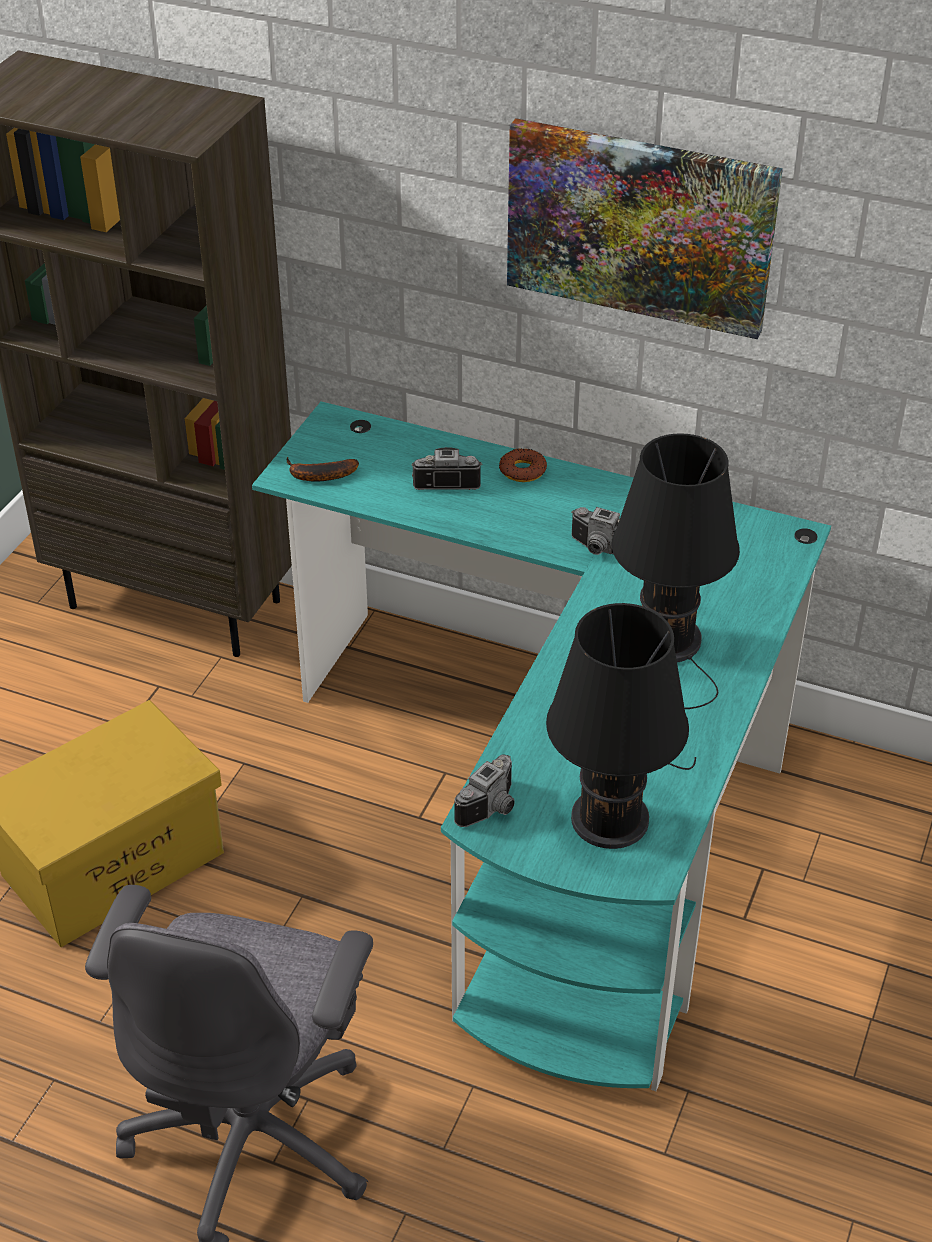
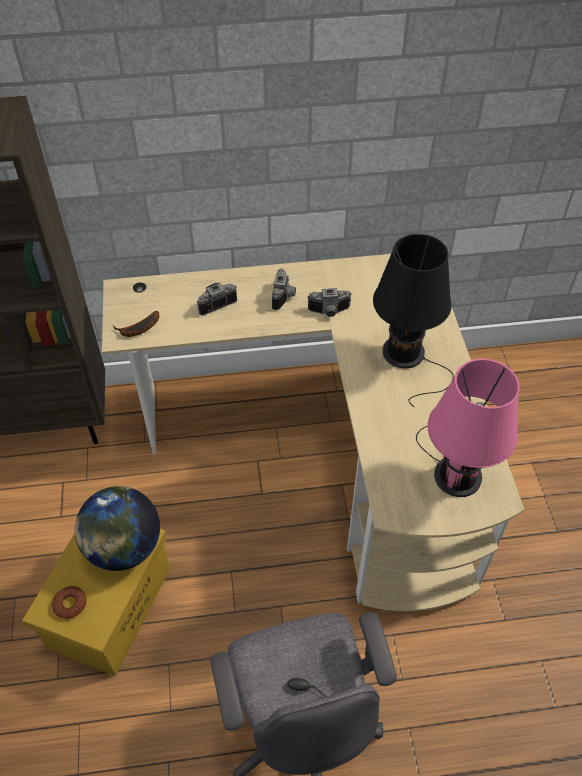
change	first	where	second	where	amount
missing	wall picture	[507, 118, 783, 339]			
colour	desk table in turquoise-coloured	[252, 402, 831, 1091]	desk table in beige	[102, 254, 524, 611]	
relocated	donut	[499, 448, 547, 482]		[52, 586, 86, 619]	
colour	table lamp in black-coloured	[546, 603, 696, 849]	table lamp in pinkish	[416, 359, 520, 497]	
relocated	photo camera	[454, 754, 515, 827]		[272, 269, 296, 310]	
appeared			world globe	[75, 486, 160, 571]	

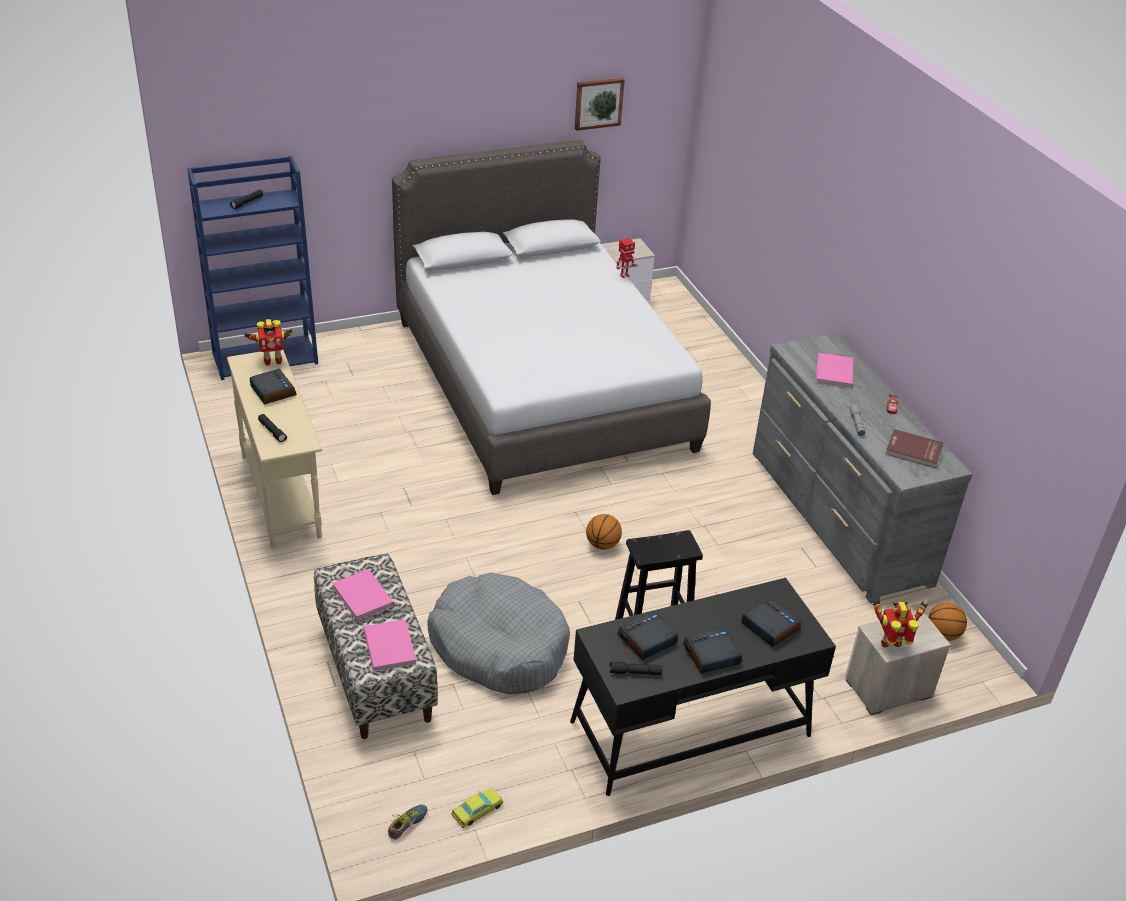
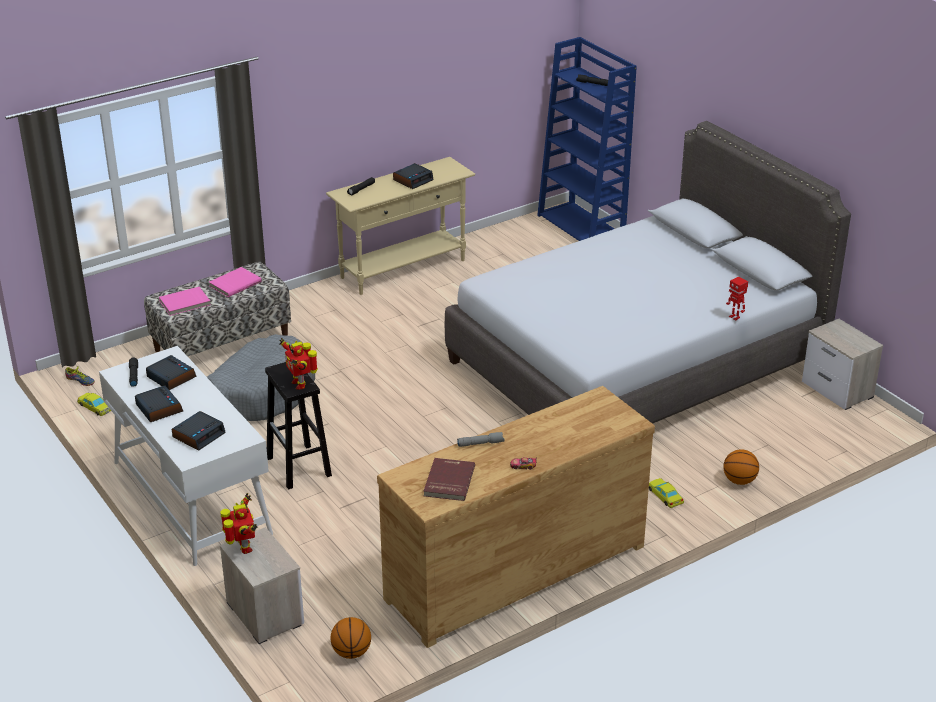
change	first	where	second	where	amount
missing	wall picture	[575, 78, 625, 131]			
relocated	toy robot	[244, 319, 292, 366]		[279, 338, 318, 390]	
colour	chest of drawers in greyish	[753, 333, 973, 604]	chest of drawers in brown	[377, 386, 655, 648]	
missing	volume in pinkish	[816, 353, 854, 388]			
relocated	basketball	[586, 514, 622, 550]		[724, 449, 759, 485]	
colour	desk table in black-coloured	[570, 578, 836, 796]	desk table in white	[99, 346, 273, 566]	
appeared			model car in yellow-coloured	[649, 478, 684, 508]	

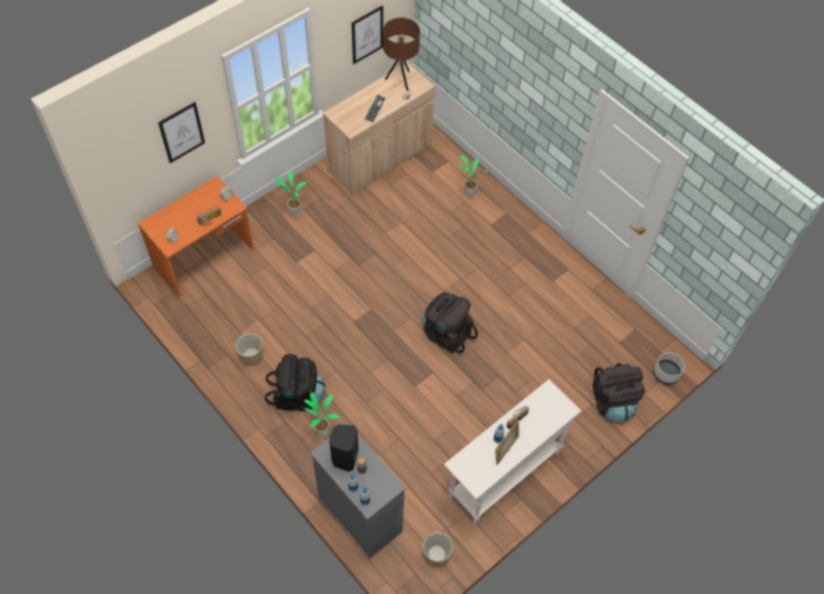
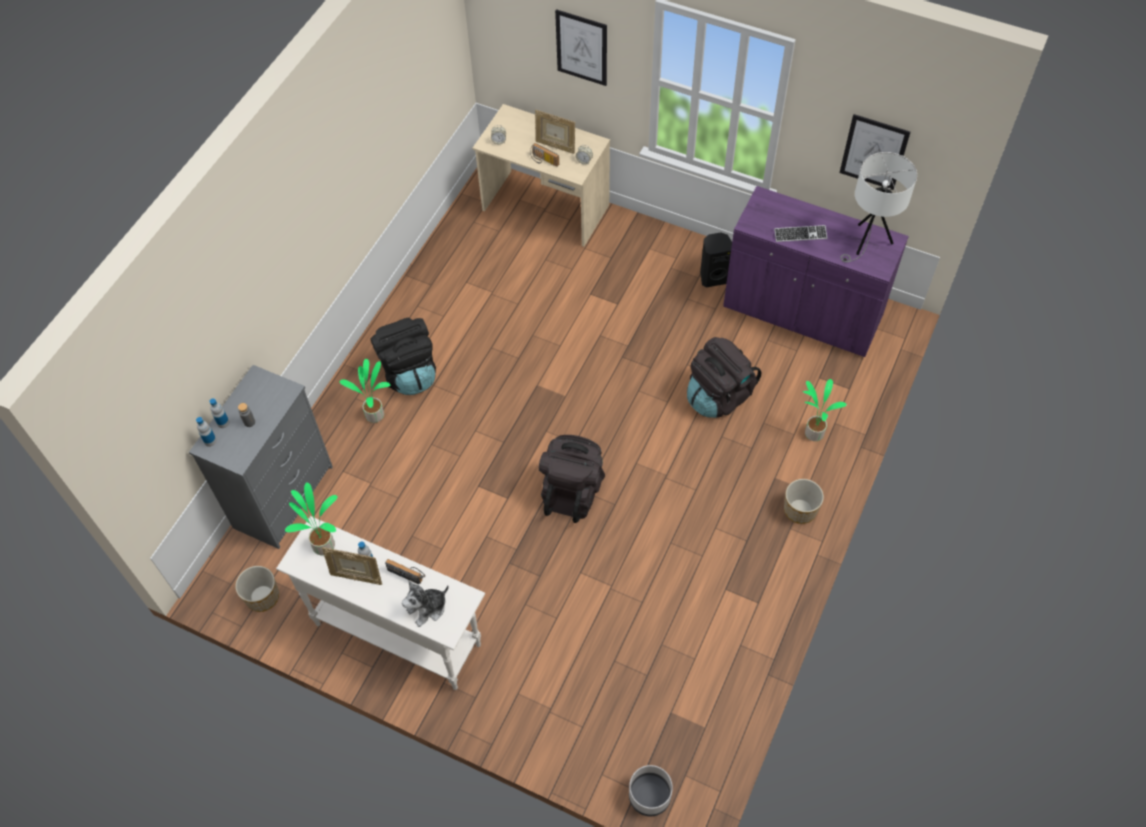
change	first	where	second	where	amount
colour	table lamp in brown	[383, 18, 420, 99]	table lamp in white	[840, 152, 917, 262]	
colour	cupboard in beige	[323, 62, 435, 195]	cupboard in purple-coloured	[723, 186, 909, 357]	
relocated	houseplant	[275, 171, 306, 216]		[285, 482, 337, 556]	
colour	desk table in orangey	[138, 176, 254, 297]	desk table in beige	[473, 104, 610, 247]	
relocated	flower pot	[235, 333, 263, 366]		[784, 479, 824, 524]	
relocated	rucksack in black-coloured	[592, 363, 645, 422]		[687, 337, 761, 418]	
relocated	audio speaker in black-coloured	[329, 424, 359, 472]		[700, 233, 732, 287]	
appeared			picture frame	[535, 110, 575, 154]	
appeared			plush toy	[402, 581, 449, 627]	

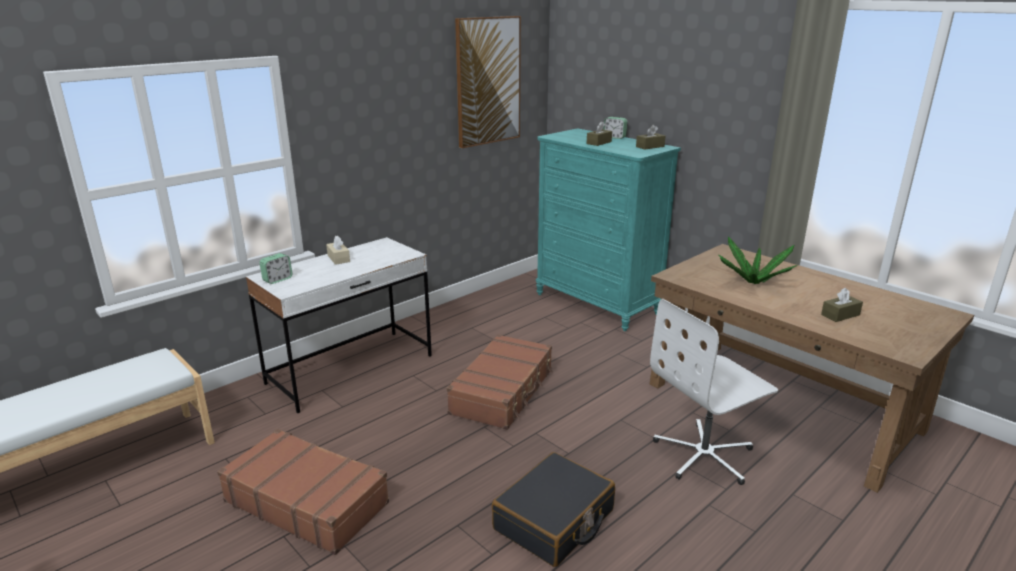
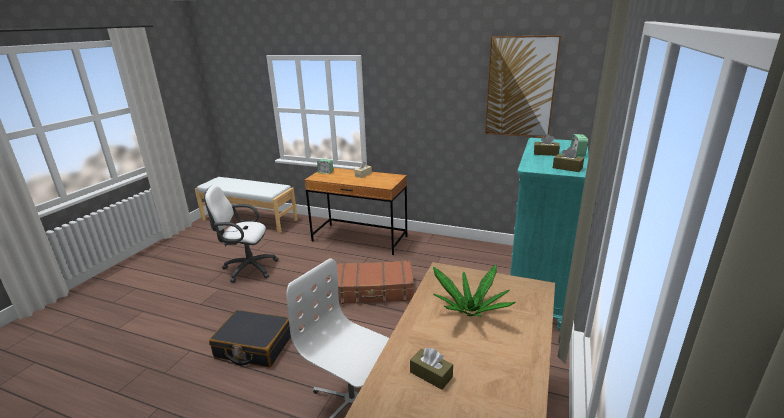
change	first	where	second	where	amount
colour	desk table in white	[246, 237, 432, 413]	desk table in brown	[305, 168, 407, 255]	
exchanged	travel case in brown	[217, 429, 389, 555]	office chair in white	[204, 186, 278, 283]	

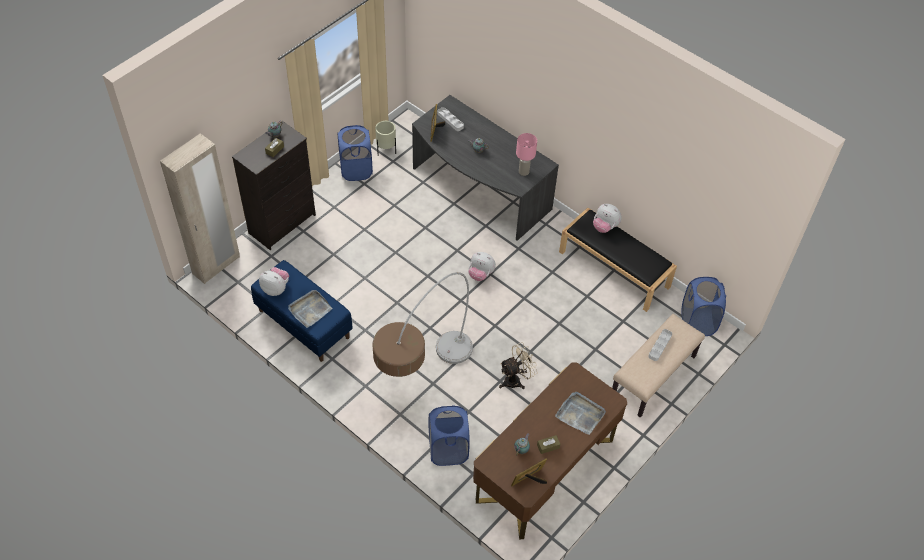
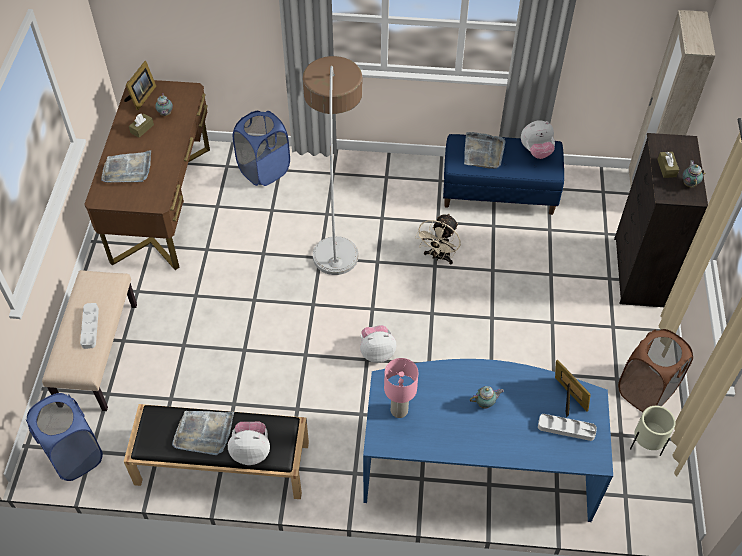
change	first	where	second	where	amount
colour	desk table in greyish	[412, 95, 559, 241]	desk table in bluish	[363, 359, 613, 522]	
colour	washing basket in bluish	[338, 125, 373, 181]	washing basket in brown	[618, 329, 693, 412]	
relocated	fan in beige	[499, 343, 538, 389]		[415, 213, 461, 264]	
appeared			carrying tray in greyish	[172, 411, 234, 455]	

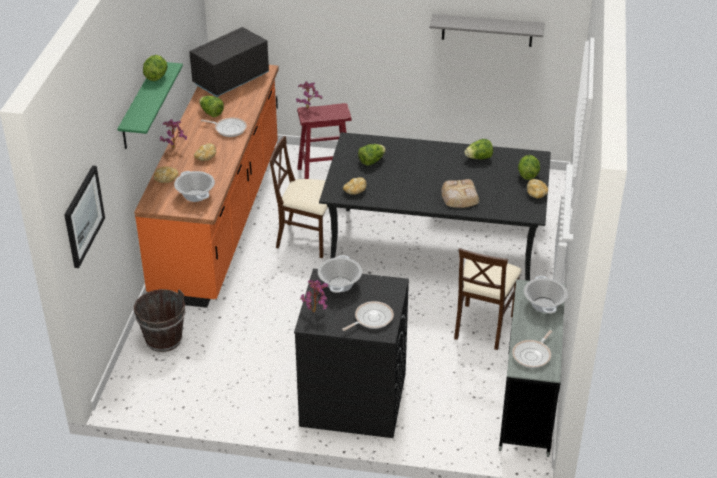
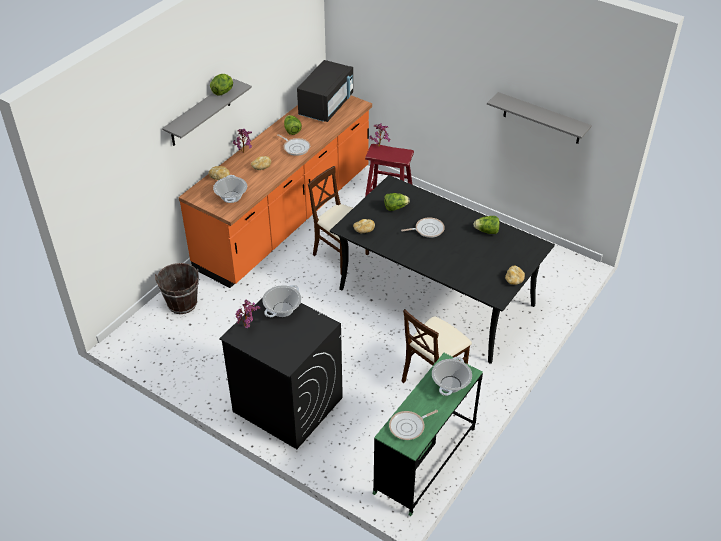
change	first	where	second	where	amount
spun	microwave oven in black-coloured	[189, 27, 269, 97]		[297, 60, 353, 122]	135 degrees clockwise
colour	wall shelf in green-coloured	[117, 62, 183, 149]	wall shelf in greyish	[162, 79, 252, 146]	
missing	head of lettuce	[518, 155, 540, 180]			
missing	wall picture	[64, 166, 105, 268]			
missing	baked bread	[441, 179, 479, 208]			
colour	desk table in greyish	[499, 279, 566, 457]	desk table in green-coloured	[373, 353, 483, 516]	
relocated	pan	[342, 301, 394, 331]		[401, 217, 445, 238]	

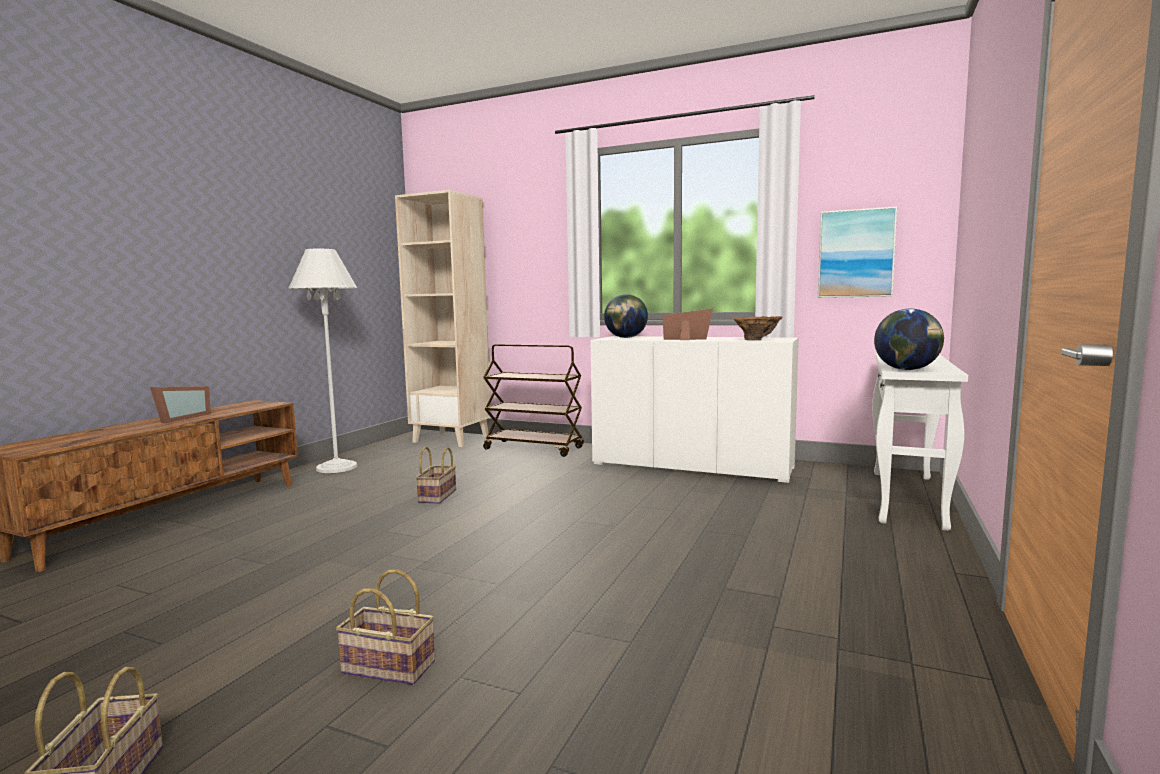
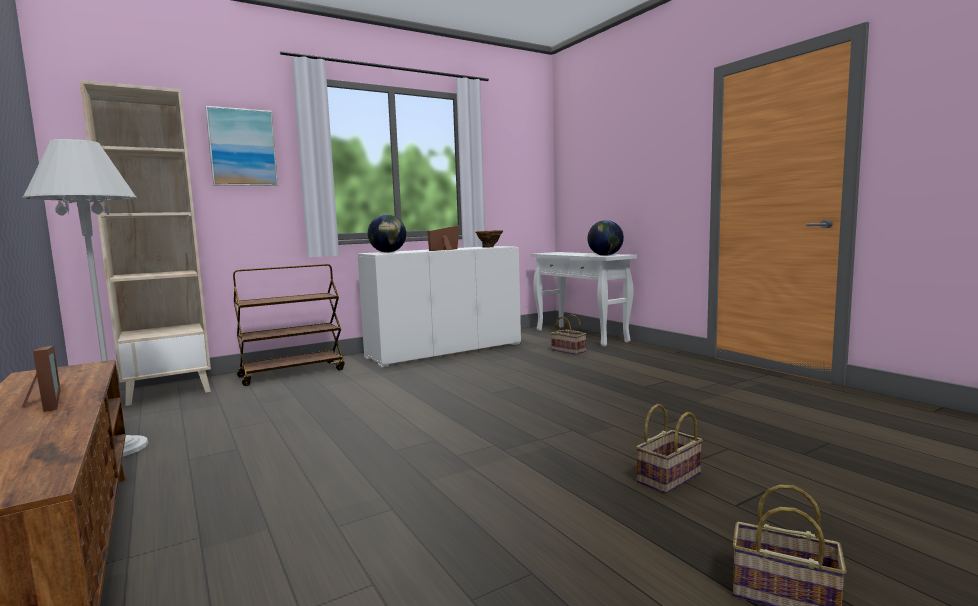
change	first	where	second	where	amount
relocated	wall picture	[818, 206, 897, 298]		[205, 106, 278, 186]	
relocated	basket	[416, 446, 456, 504]		[551, 314, 586, 355]	

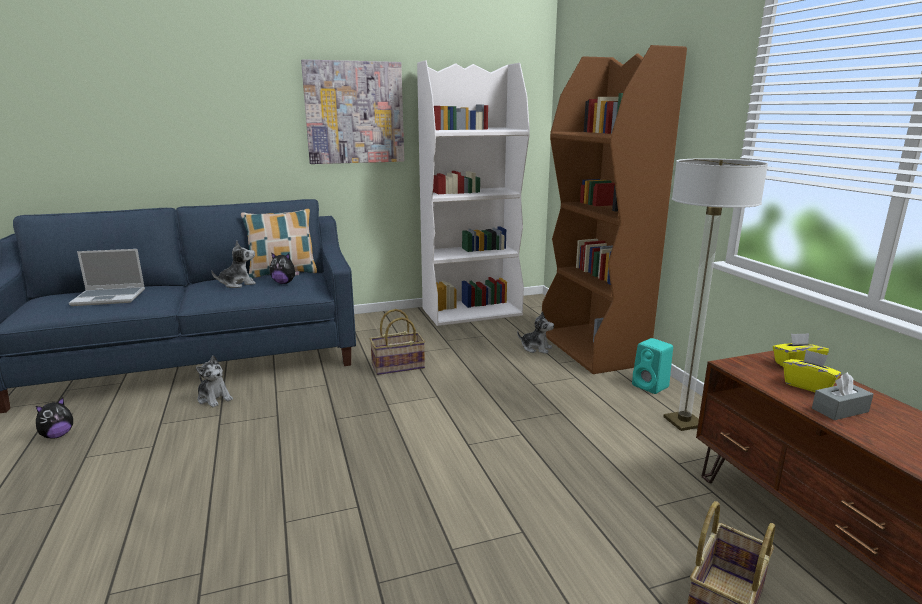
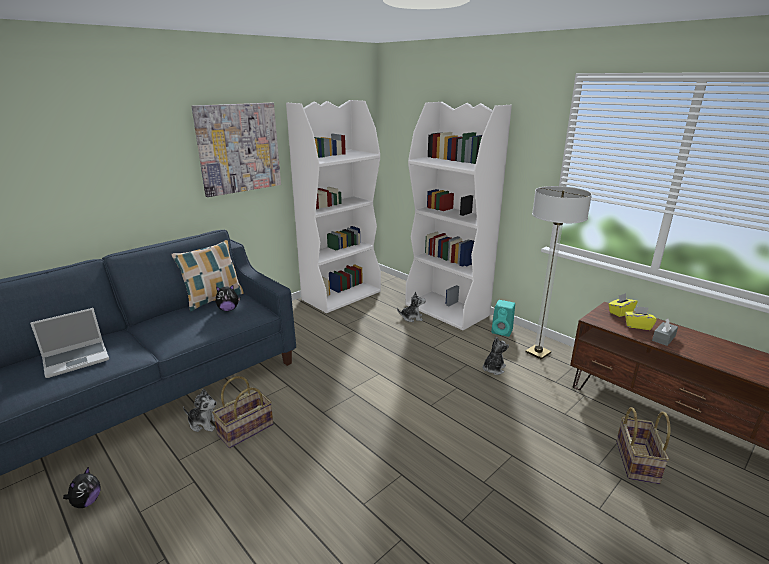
change	first	where	second	where	amount
colour	bookshelf in brown	[542, 45, 687, 374]	bookshelf in white	[405, 102, 512, 330]	
relocated	plush toy	[211, 241, 256, 288]		[482, 337, 509, 375]	
relocated	basket	[370, 309, 425, 375]		[212, 376, 273, 448]	

